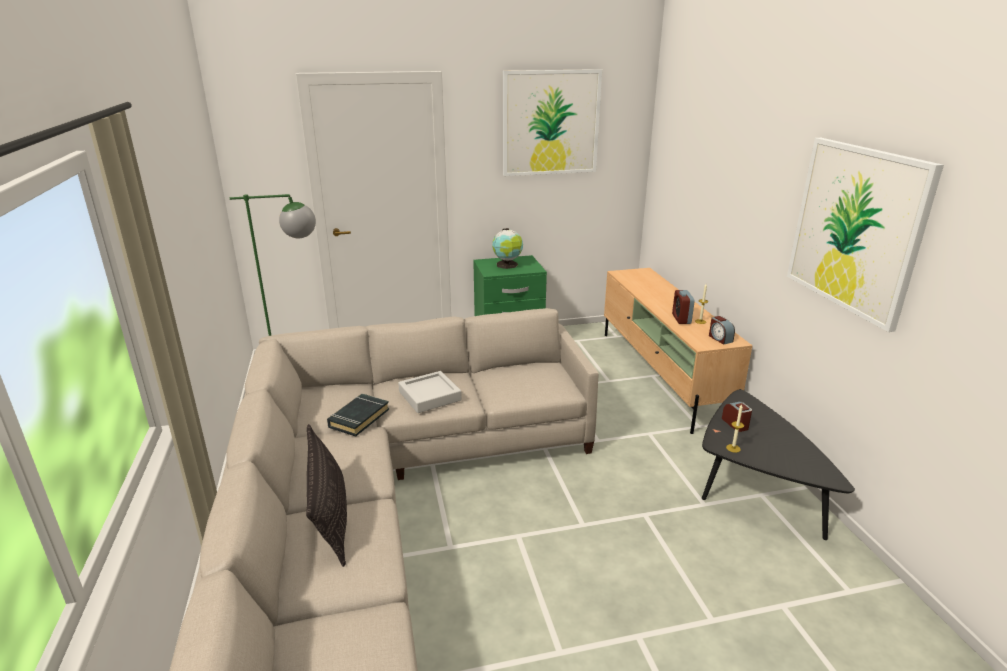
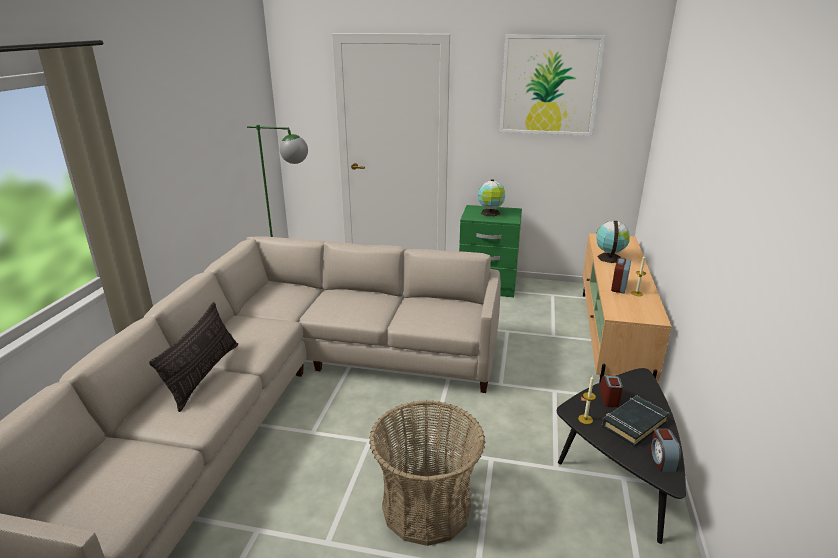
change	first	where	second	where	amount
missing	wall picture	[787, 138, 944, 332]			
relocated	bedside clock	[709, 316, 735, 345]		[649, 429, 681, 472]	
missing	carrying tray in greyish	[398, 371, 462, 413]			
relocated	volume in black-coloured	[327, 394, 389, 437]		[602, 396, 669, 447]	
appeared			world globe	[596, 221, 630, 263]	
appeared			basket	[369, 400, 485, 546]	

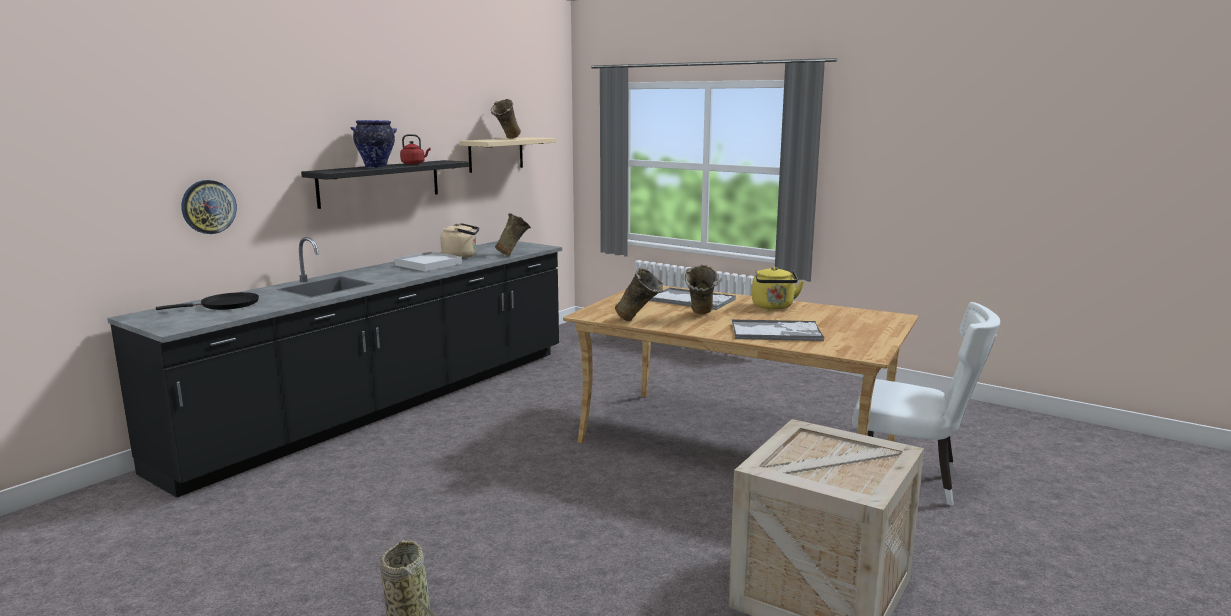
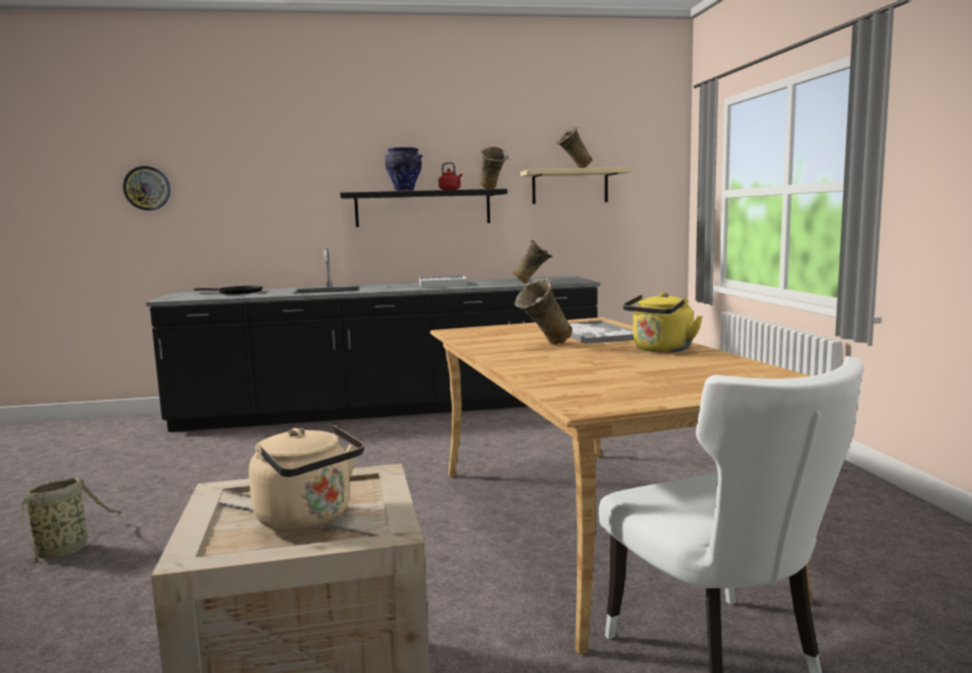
change	first	where	second	where	amount
relocated	wall clock	[181, 180, 237, 234]		[123, 166, 170, 211]	
relocated	water kettle in beige	[441, 223, 479, 259]		[249, 425, 364, 531]	
relocated	decorative vase in beige	[615, 268, 663, 321]		[480, 147, 509, 189]	
missing	carrying tray	[732, 319, 824, 341]			

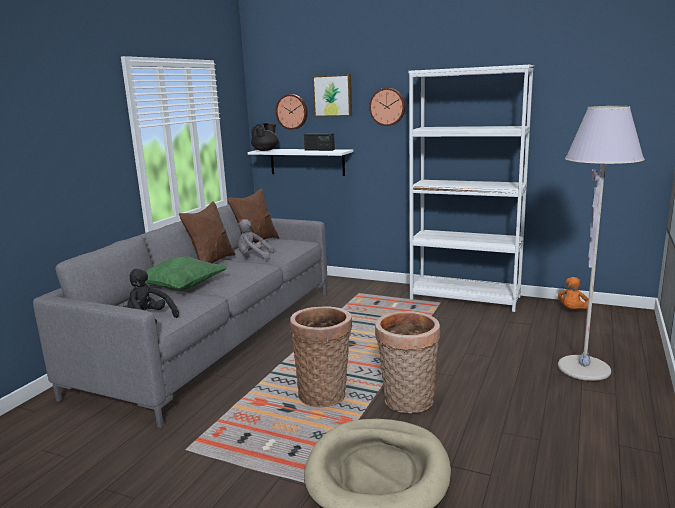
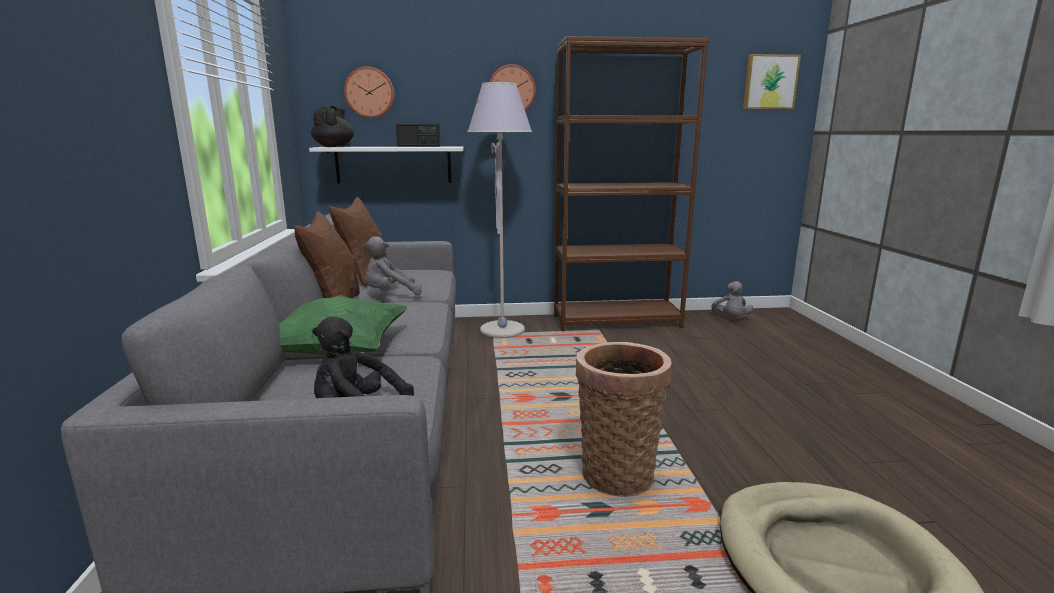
change	first	where	second	where	amount
colour	bookshelf in white	[408, 65, 534, 312]	bookshelf in brown	[554, 36, 709, 331]	
relocated	wall picture	[312, 74, 352, 117]		[743, 54, 801, 109]	
relocated	standard lamp in greyish	[558, 106, 645, 381]		[467, 82, 532, 338]	
colour	plush toy in orangey	[558, 277, 588, 309]	plush toy in greyish	[711, 281, 753, 316]	
missing	basket	[375, 311, 440, 413]			

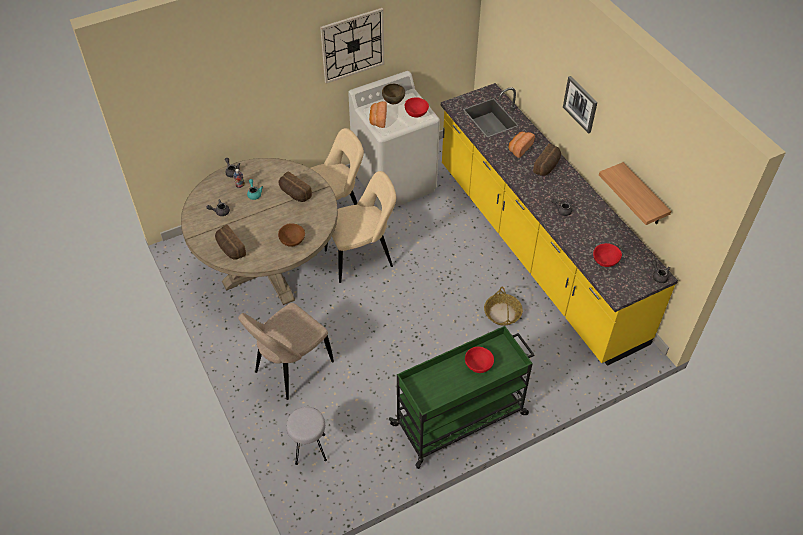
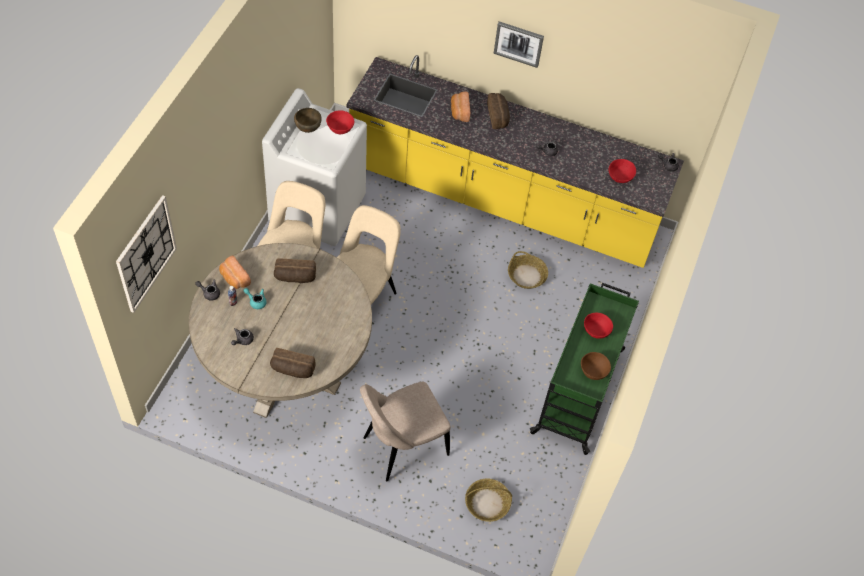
change	first	where	second	where	amount
relocated	wall clock	[320, 8, 384, 84]		[116, 195, 177, 313]	
relocated	baked bread	[369, 101, 387, 128]		[219, 255, 251, 289]	
missing	wall shelf	[599, 162, 671, 225]			
relocated	bowl in brown	[278, 223, 305, 247]		[581, 352, 611, 380]	
spun	chair in beige	[238, 303, 334, 400]		[360, 382, 451, 482]	60 degrees clockwise
exchanged	sitting stool in greyish	[286, 407, 327, 465]	basket	[465, 478, 512, 522]	

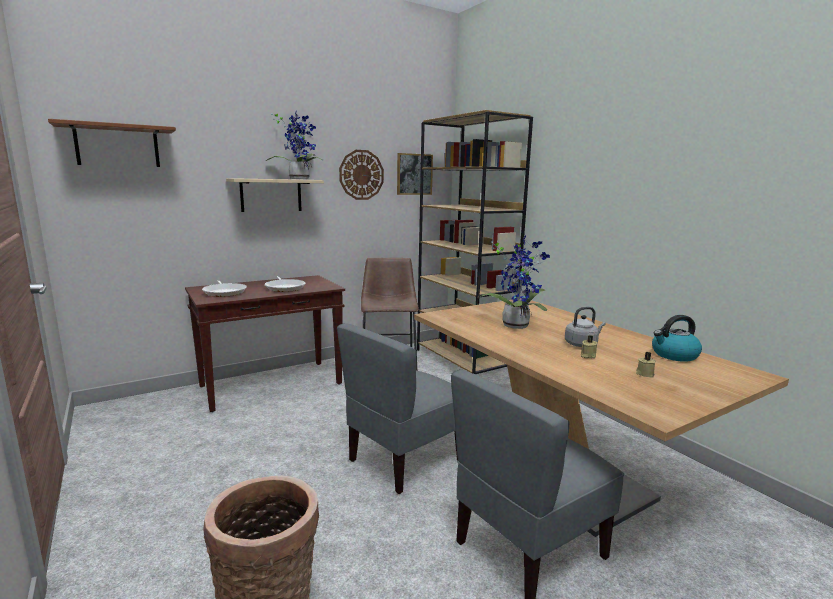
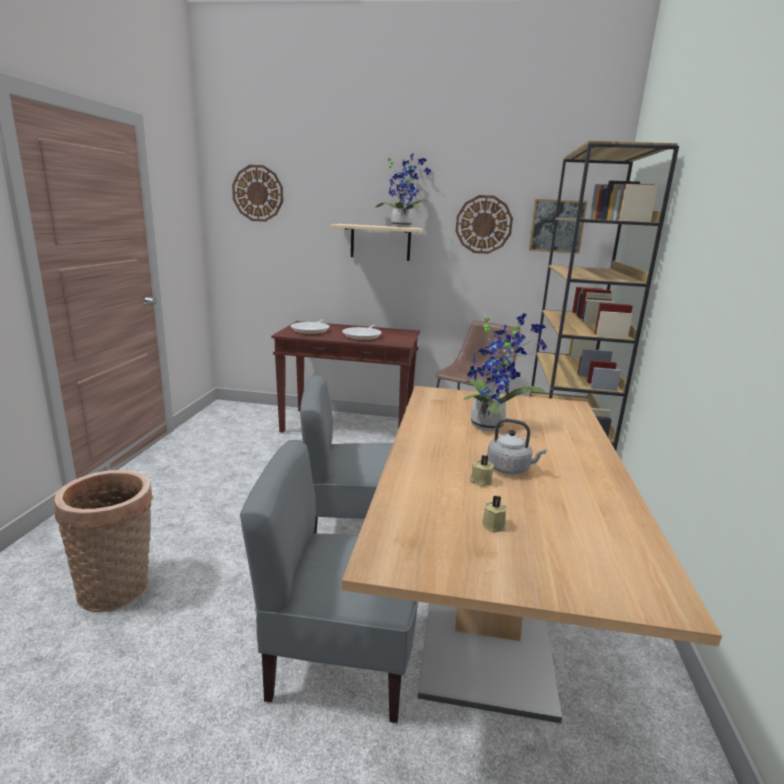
change	first	where	second	where	amount
exchanged	wall shelf in brown	[48, 119, 176, 167]	wall clock	[232, 165, 283, 222]	
missing	water kettle	[652, 315, 702, 362]			

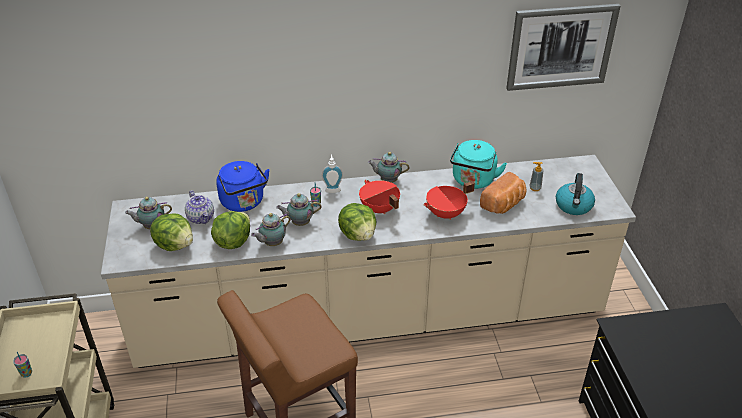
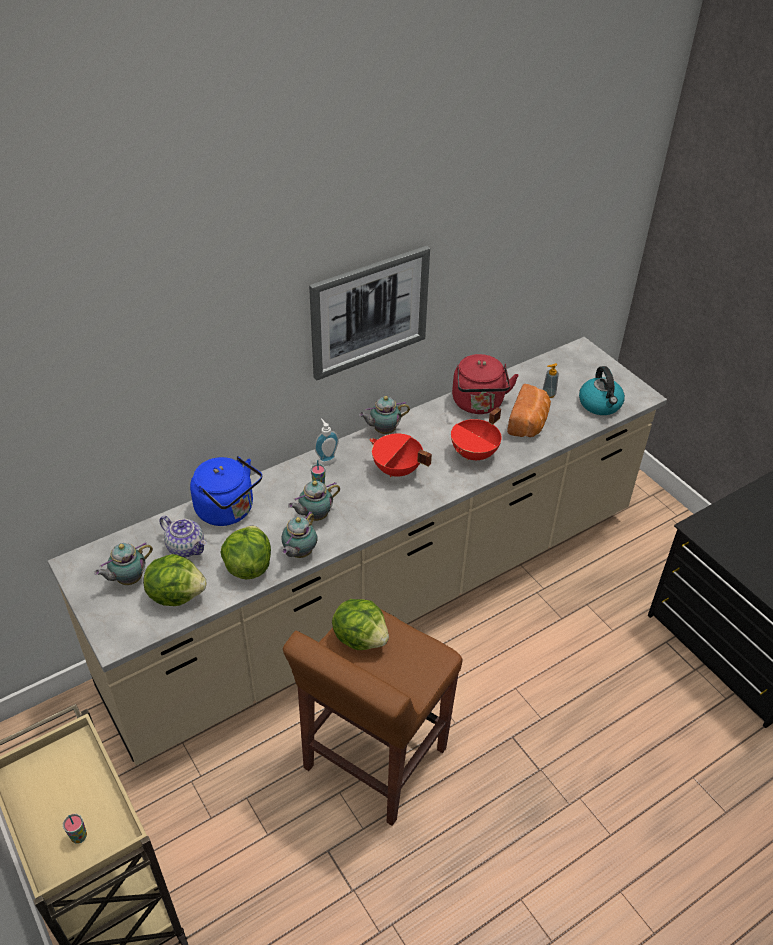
change	first	where	second	where	amount
relocated	wall picture	[506, 4, 620, 91]		[309, 246, 430, 381]	
colour	water kettle in turquoise-coloured	[450, 140, 507, 189]	water kettle in reddish	[452, 354, 519, 414]	
relocated	head of lettuce	[338, 203, 377, 241]		[332, 599, 389, 650]	

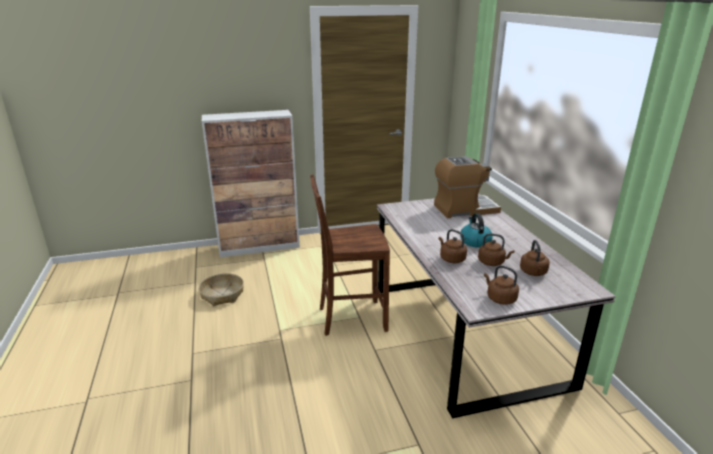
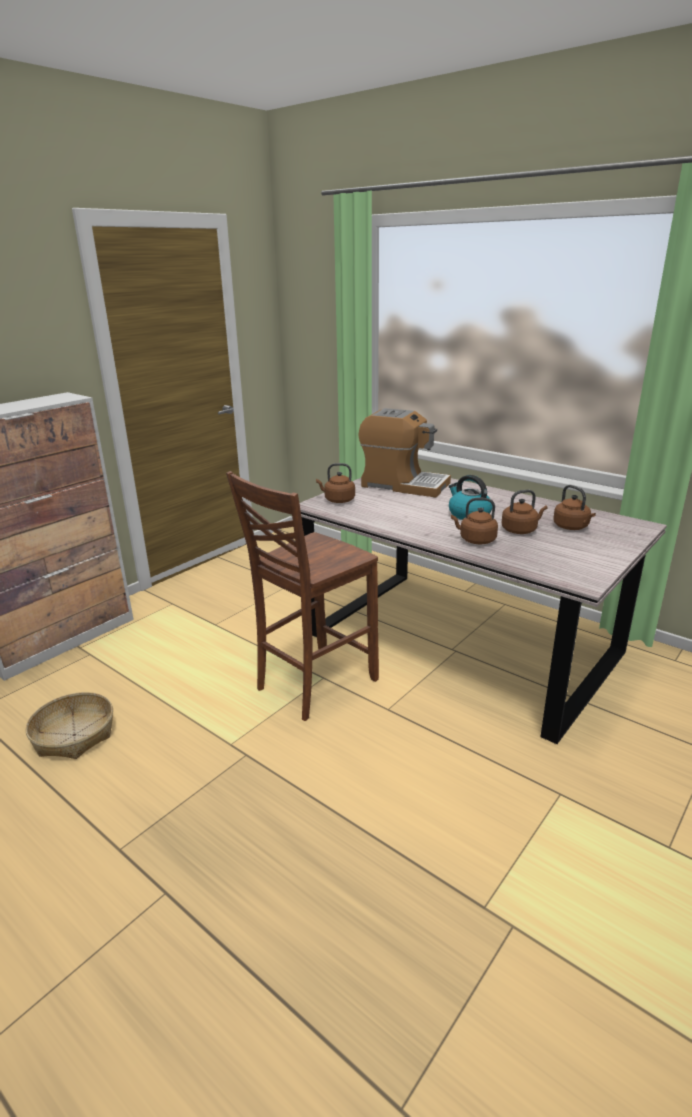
change	first	where	second	where	amount
spun	coffee machine	[434, 156, 501, 218]		[359, 408, 451, 497]	75 degrees clockwise
relocated	water kettle in brown	[484, 265, 519, 305]		[316, 463, 355, 503]	

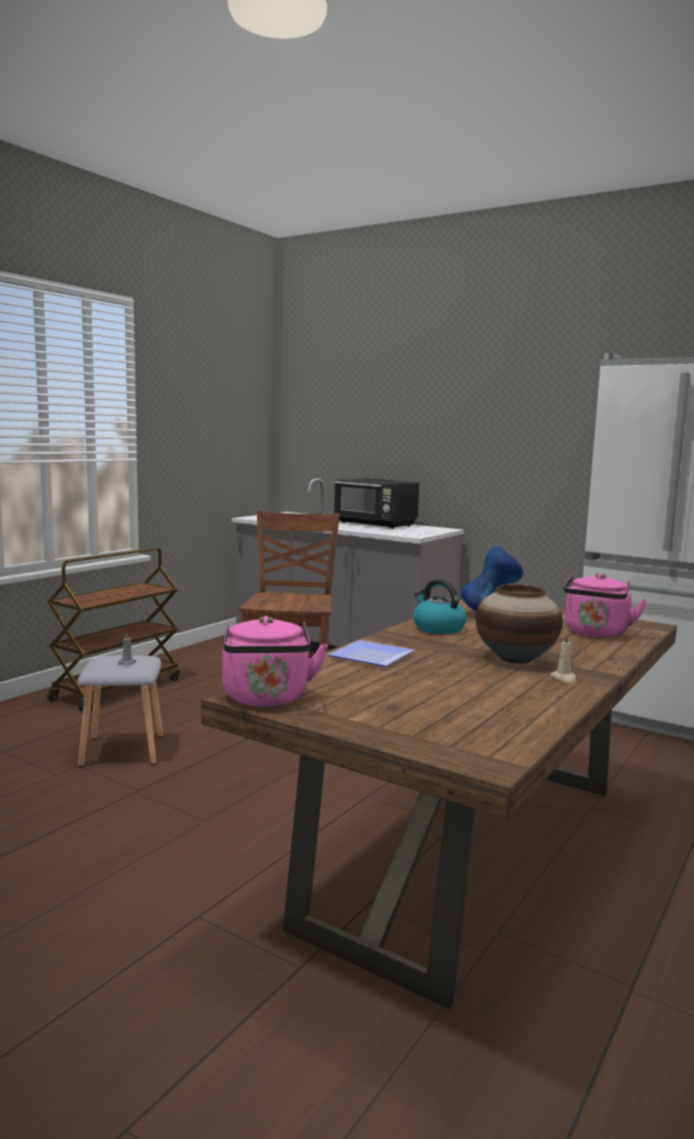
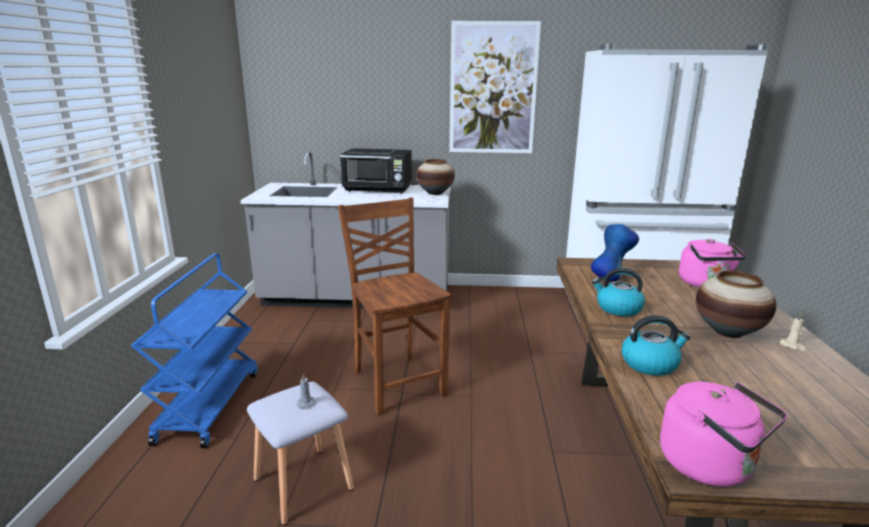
change	first	where	second	where	amount
colour	wheeled cart in brown	[47, 548, 180, 712]	wheeled cart in bluish	[131, 253, 258, 448]	
exchanged	dinner plate	[328, 640, 414, 667]	water kettle	[621, 315, 691, 376]	
appeared			wall picture	[450, 21, 541, 153]	
appeared			decorative vase	[416, 159, 455, 195]	

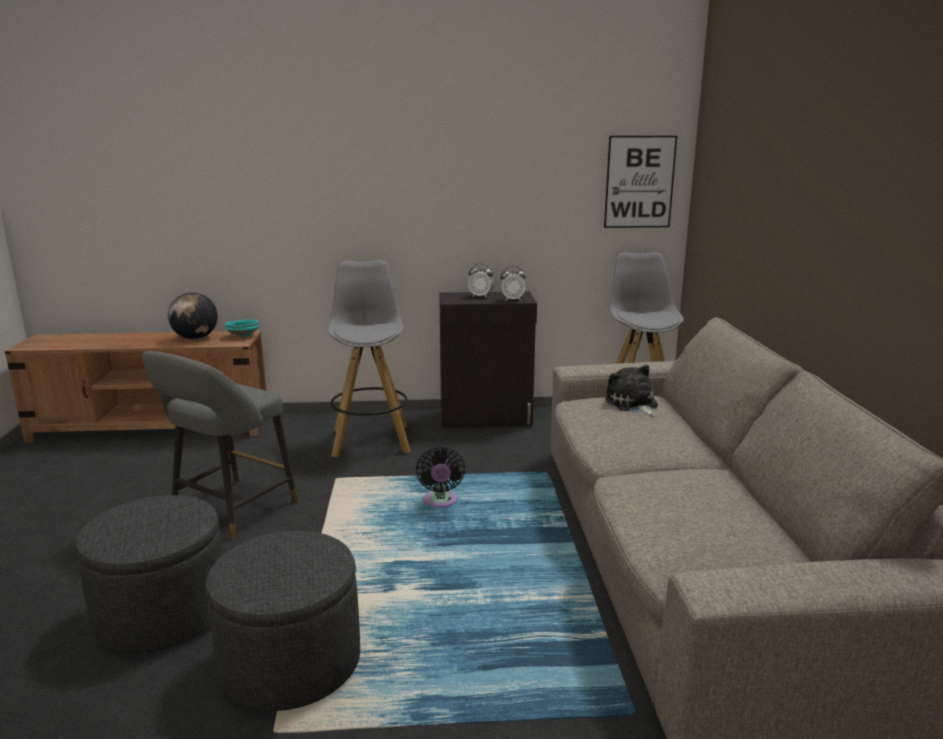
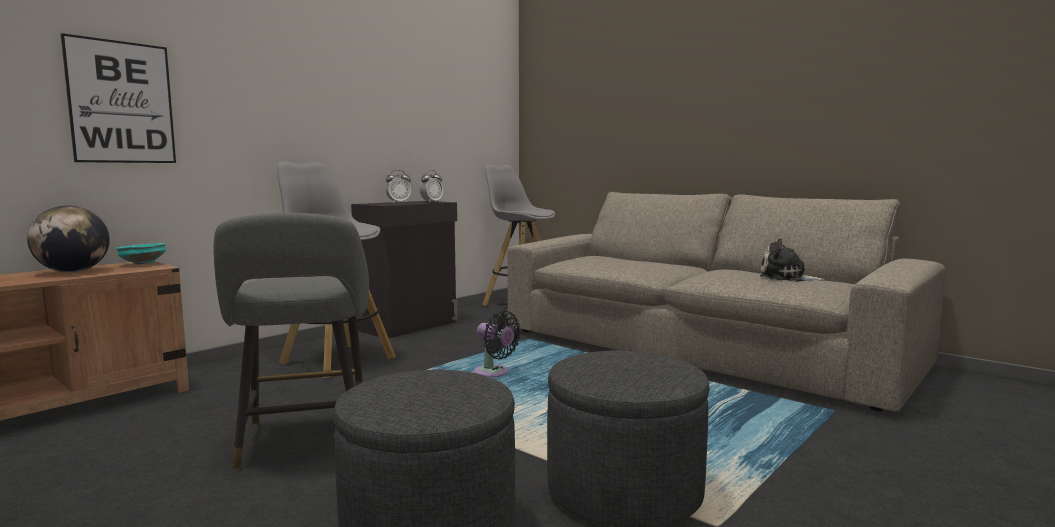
change	first	where	second	where	amount
relocated	wall picture	[604, 136, 677, 228]		[61, 33, 176, 163]	
relocated	plush toy	[605, 365, 658, 416]		[760, 238, 825, 282]	

